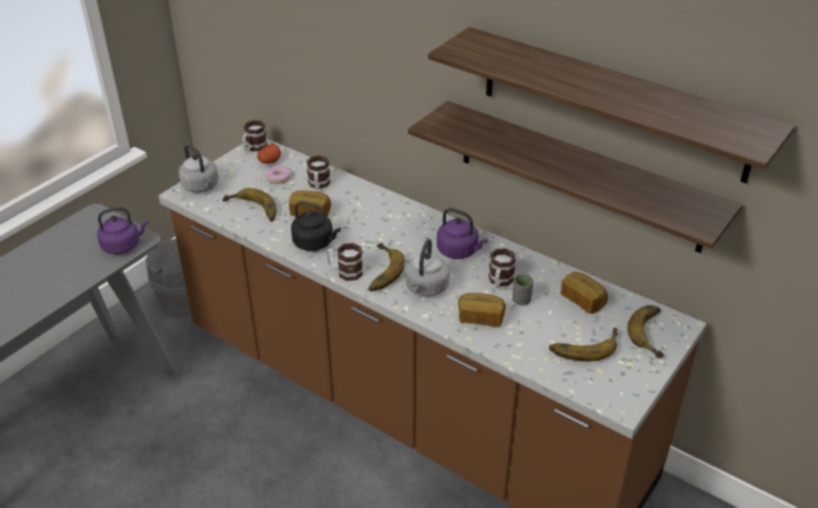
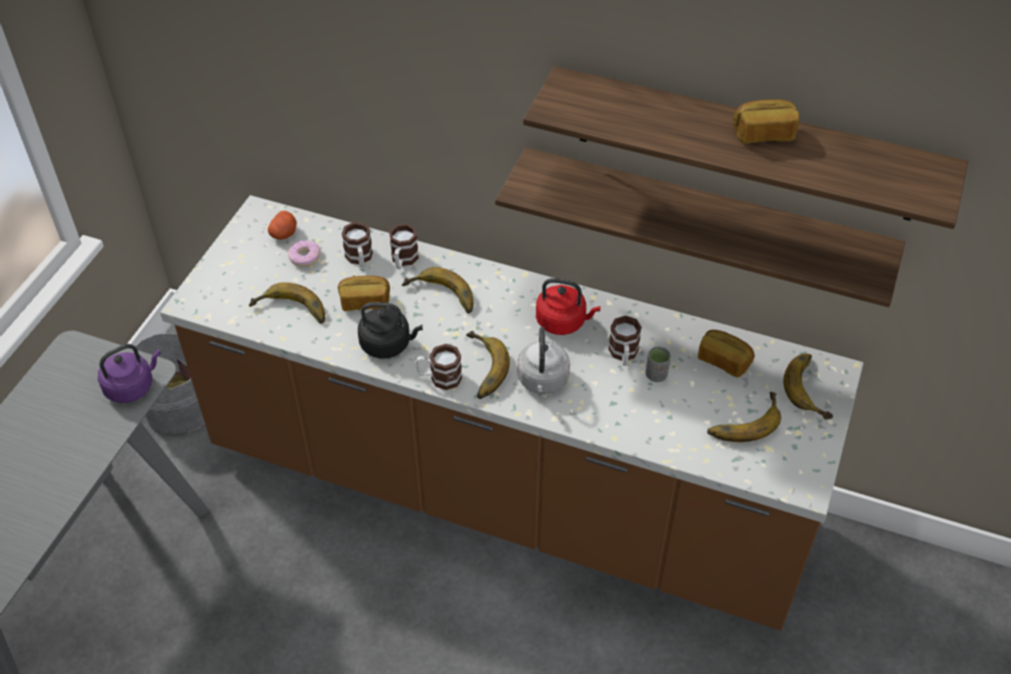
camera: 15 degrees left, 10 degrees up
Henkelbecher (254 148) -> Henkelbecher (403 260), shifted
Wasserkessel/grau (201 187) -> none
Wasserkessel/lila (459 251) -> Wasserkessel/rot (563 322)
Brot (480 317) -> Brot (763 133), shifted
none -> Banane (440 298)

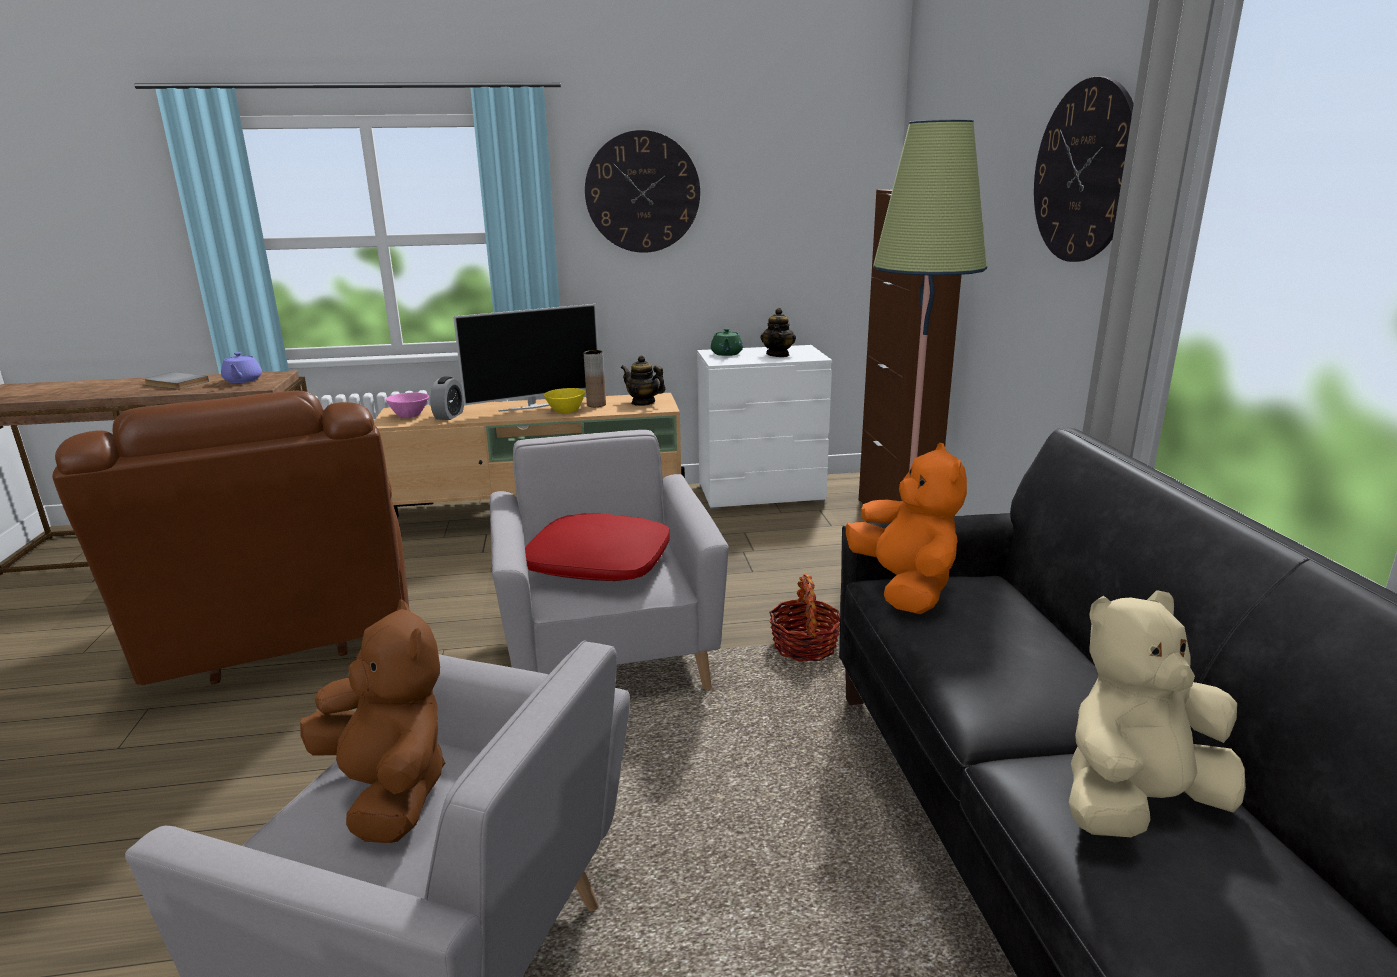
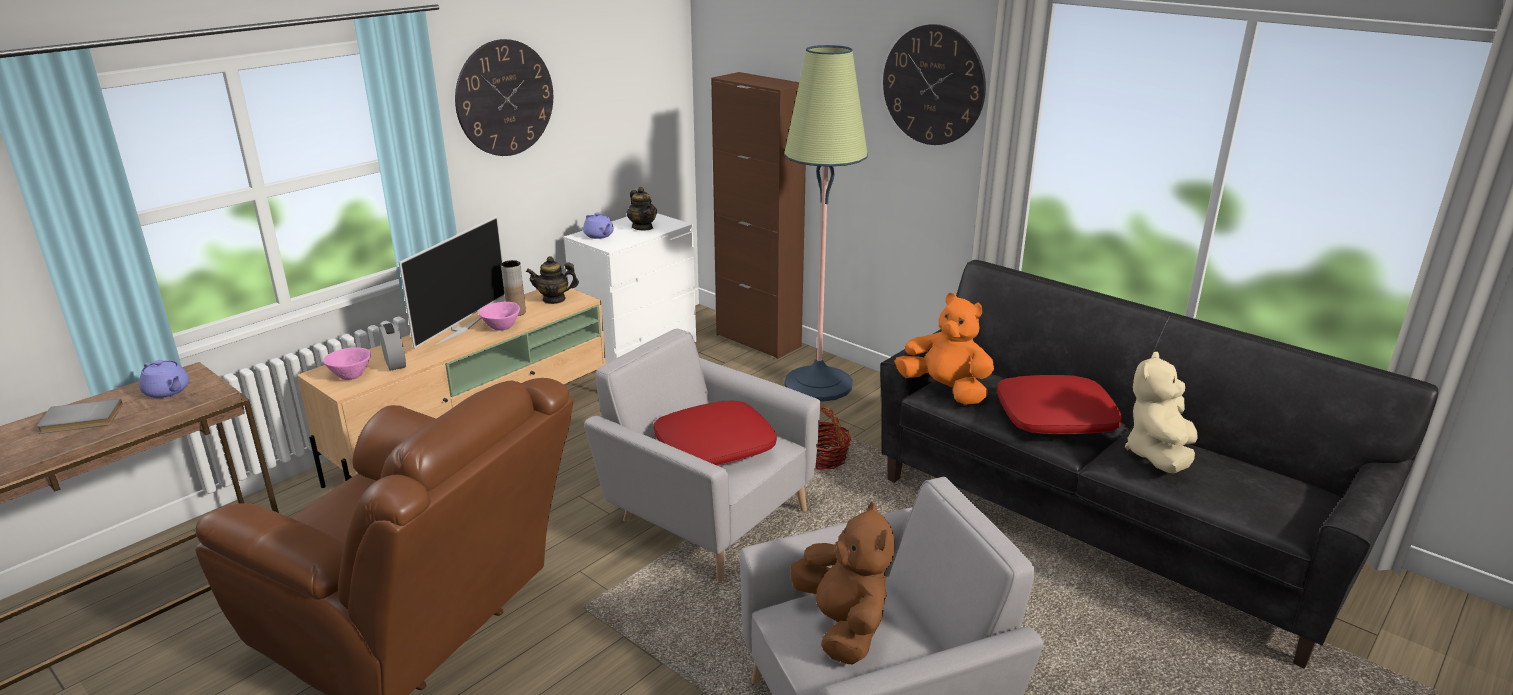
camera: 40 degrees left, 5 degrees up
Teekanne/grün (726 354) -> Teekanne/lila (599 236)
Schüssel/gelb (565 411) -> Schüssel/rosa (500 327)
Plüschtier/braun (389 791) -> Plüschtier/braun (843 626), 60 degrees clockwise
none -> Kissen/rot (1055 417)

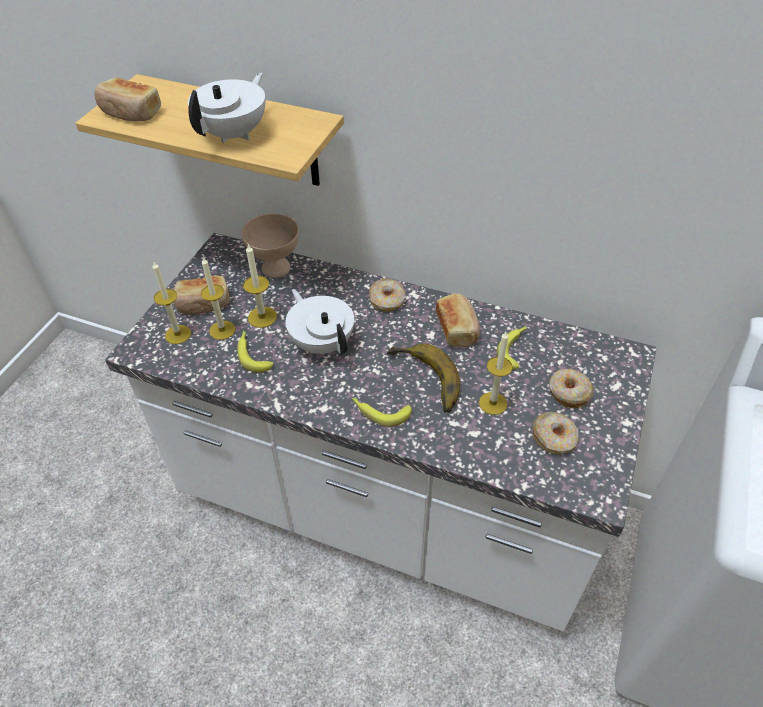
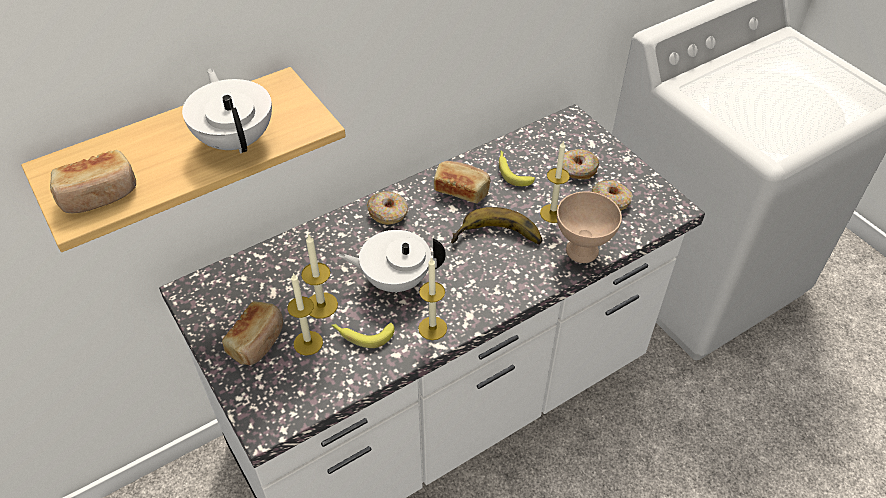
camera: 55 degrees left, 0 degrees up
Schüssel/beige (276 267) -> Schüssel/beige (581 250), shifted
Kerze (178 334) -> Kerze (432 328), shifted
Banane (379 412) -> none

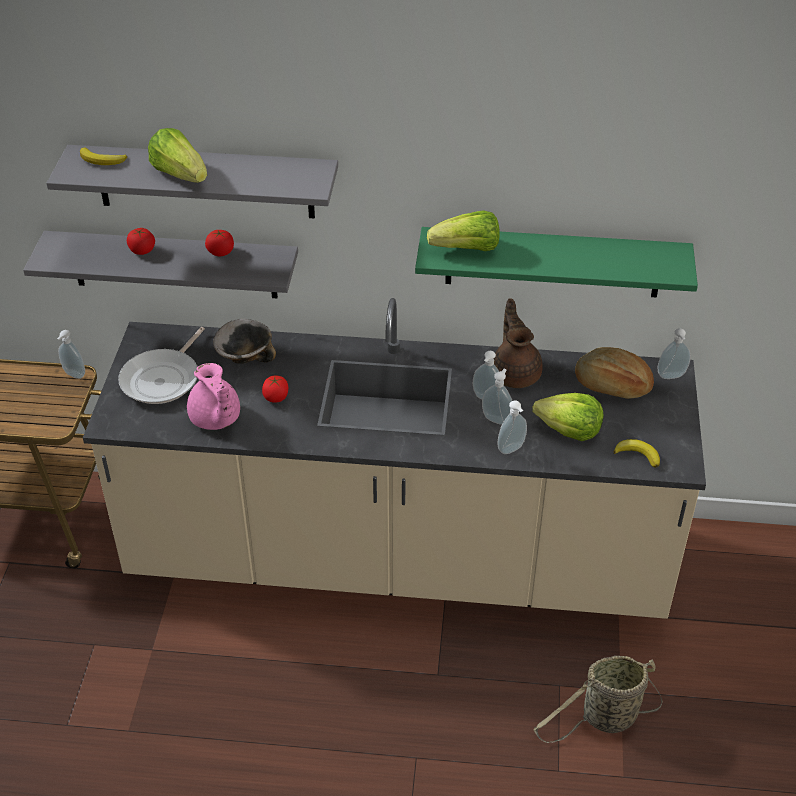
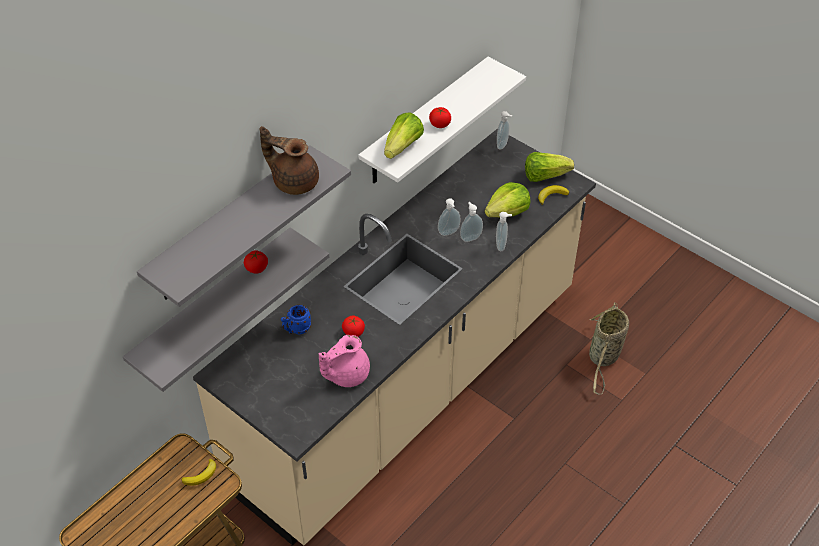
camera: 55 degrees left, 5 degrees up
Salatkopf (180 174) -> Salatkopf (545 176), shifted
Banane (102 160) -> Banane (201 475), shifted
Wandregal/grün (553 262) -> Wandregal/weiß (425 122)
Tomate (142 250) -> Tomate (440 124), shifted
Teekanne/braun (515 373) -> Teekanne/braun (294 181), shifted
Schüssel (244 356) -> Henkelbecher/blau (296 329)
Pfanne (163 379) -> none
Seifenspender (73 375) -> none
Brot (612 386) -> none
Teekanne/rosa (215 419) -> Teekanne/rosa (346 374), 135 degrees clockwise

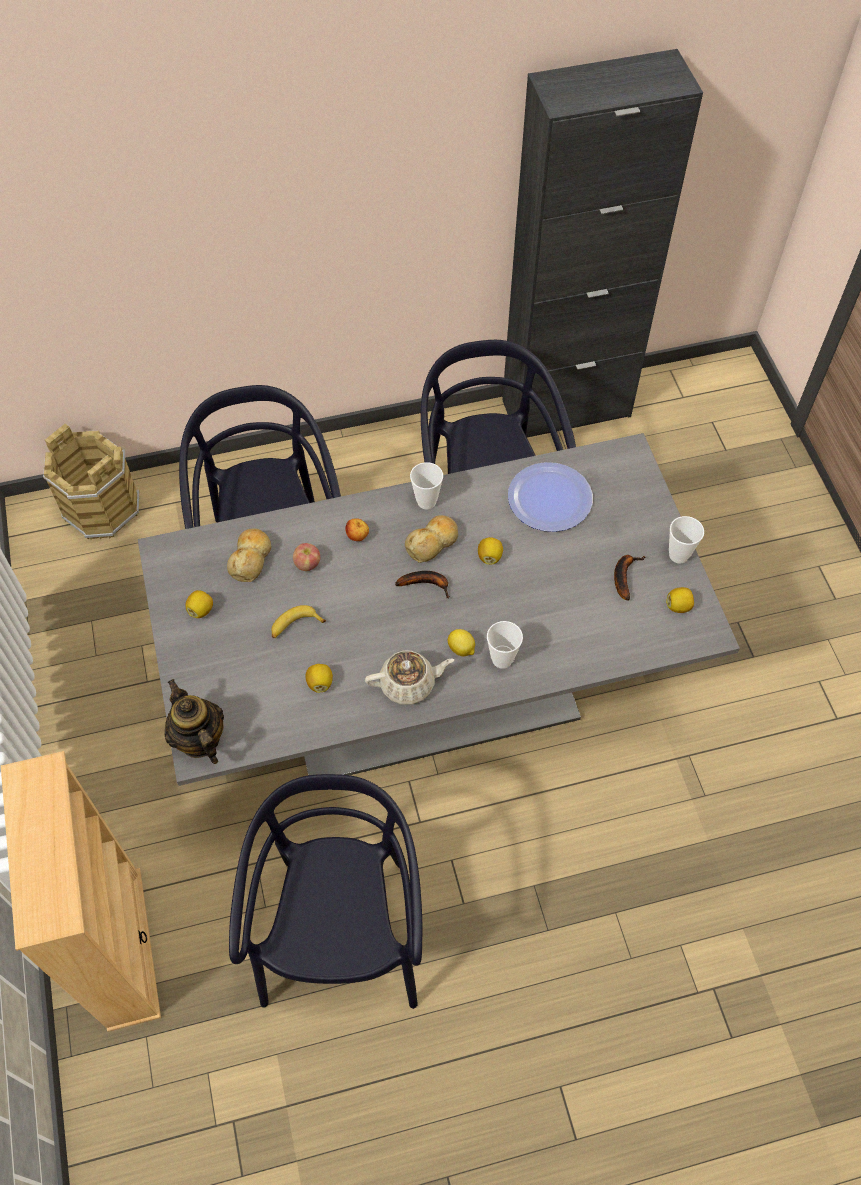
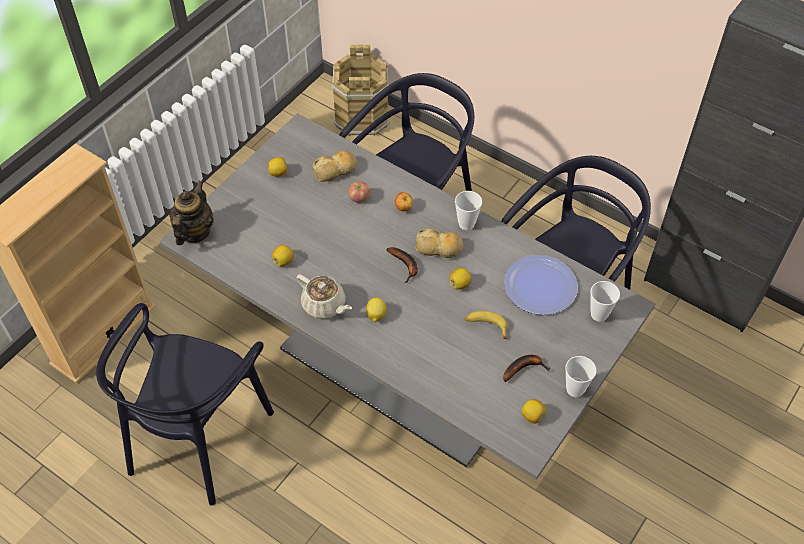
camera: 50 degrees right, 5 degrees down
Banane (295 626) -> Banane (486 326), shifted
Tasse (502 659) -> Tasse (599 314), shifted
Stuhl/schwarz (342 935) -> Stuhl/schwarz (198 438), 150 degrees clockwise

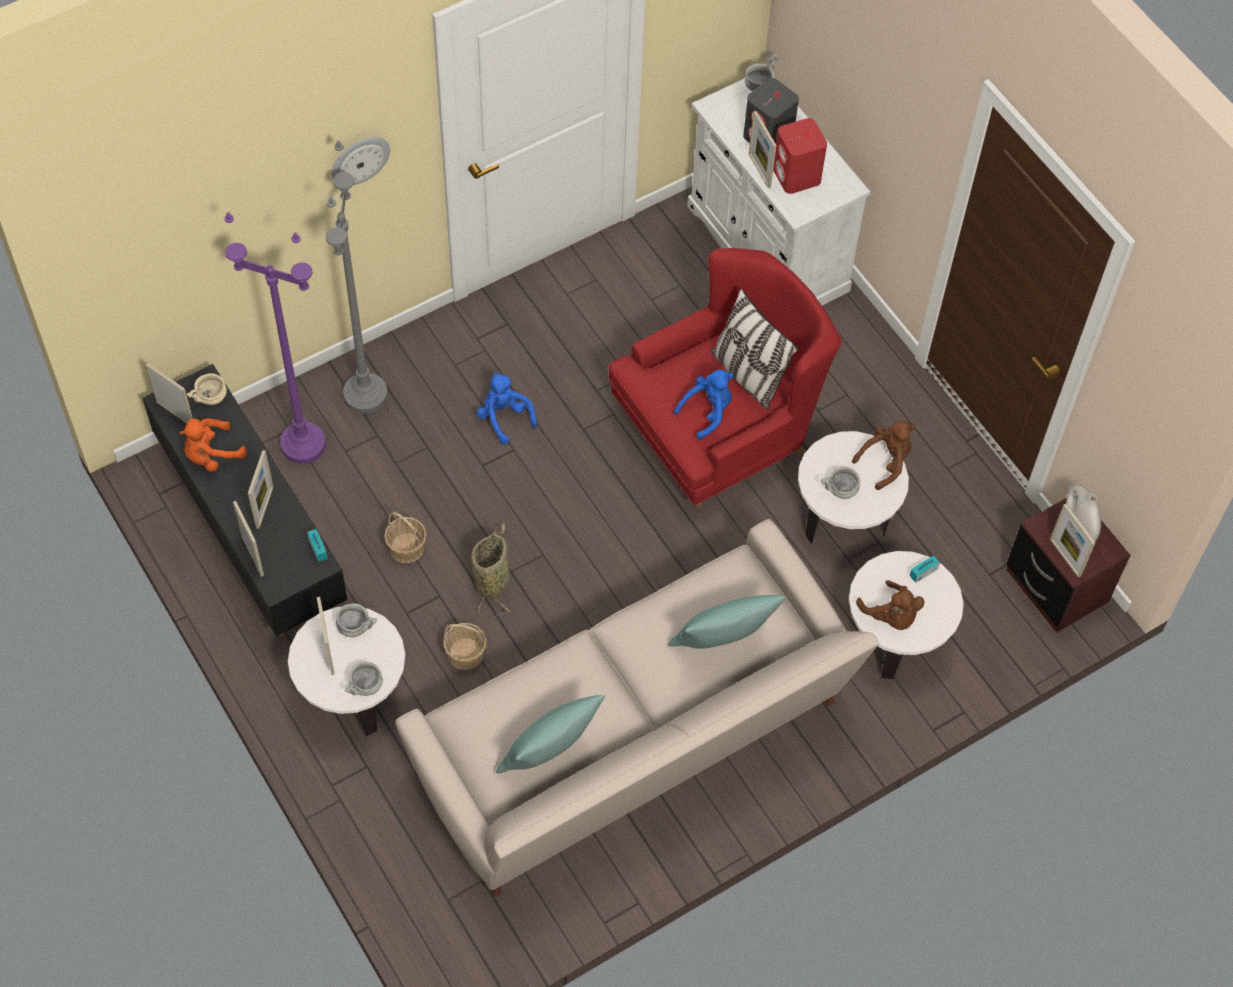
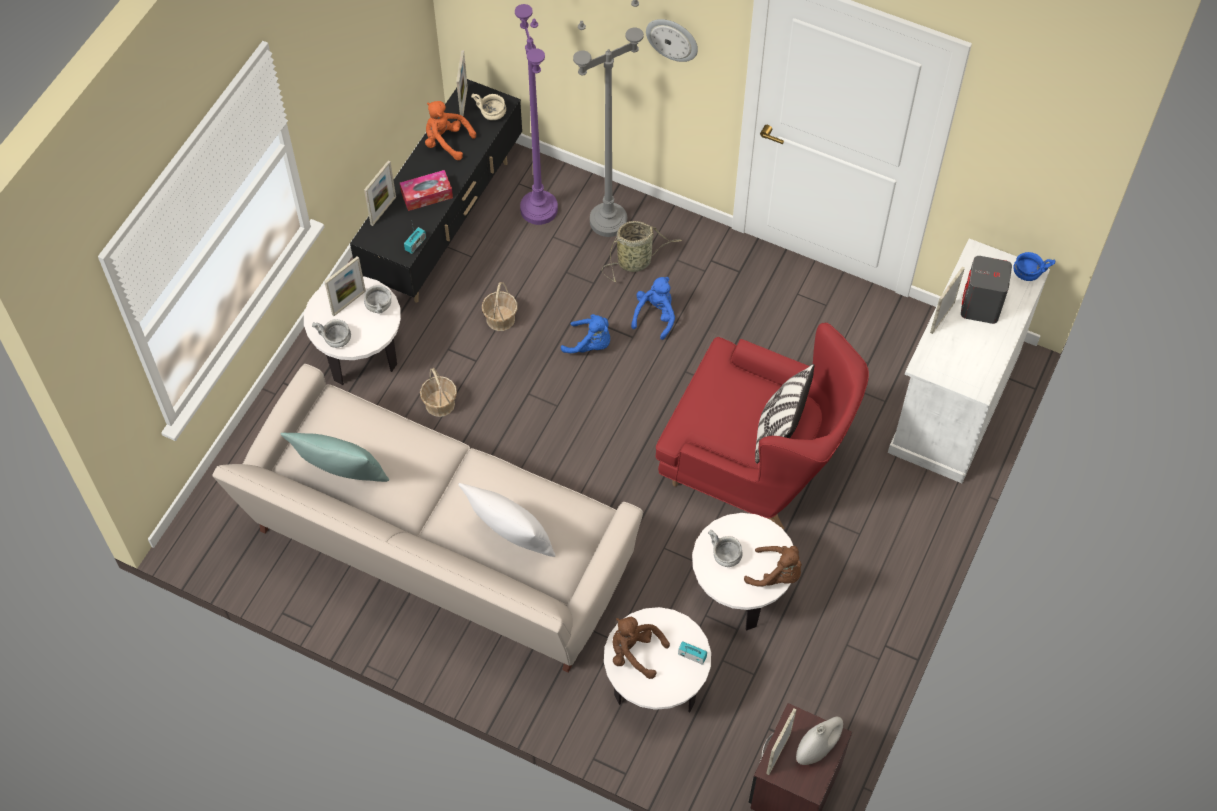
camera: 60 degrees right, 0 degrees up
Schüssel/grau (759 85) -> Schüssel/blau (1027 273)
Lautsprecher/rot (797 176) -> none
Plüschtier/blau (707 412) -> Plüschtier/blau (590 344), shifted
Bilderrahmen (264 507) -> Taschentuchbox (427 195)
Korb (492 579) -> Korb (636 261), shifted
Plüschtier/braun (891 616) -> Plüschtier/braun (635 652), 90 degrees clockwise
Kissen/türkis (723 644) -> Kissen/weiß (510 539)

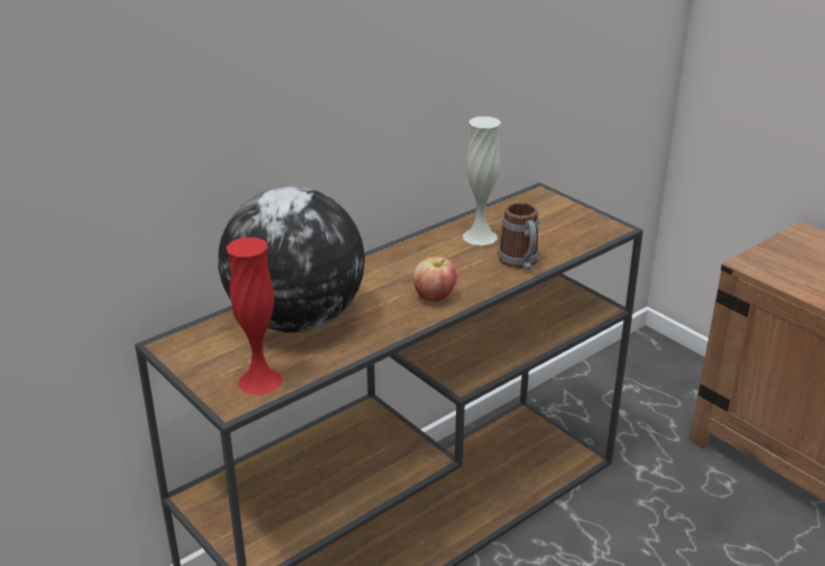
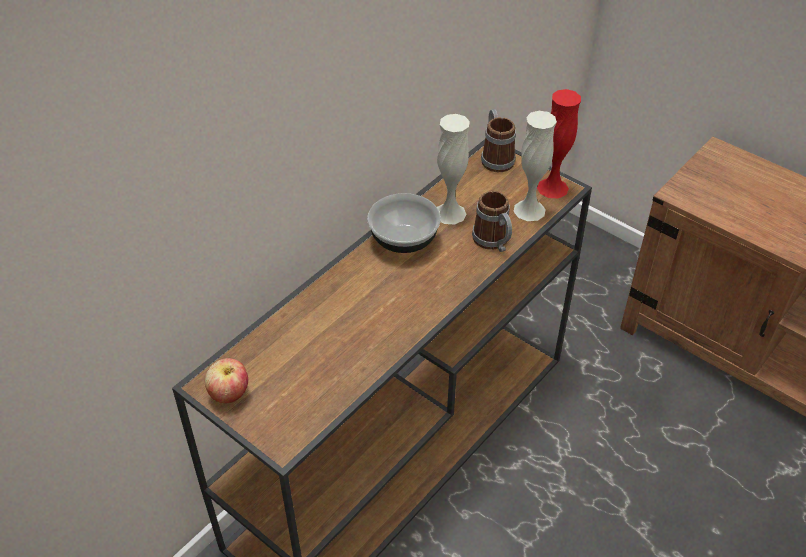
camera: 10 degrees left, 15 degrees up
Globus (296 320) -> none
Vase/rot (260 381) -> Vase/rot (552 188), shifted
Apfel (434 297) -> Apfel (229 394), shifted
none -> Henkelbecher (495 157)
none -> Vase/weiß (529 210)
none -> Schüssel (405 240)

